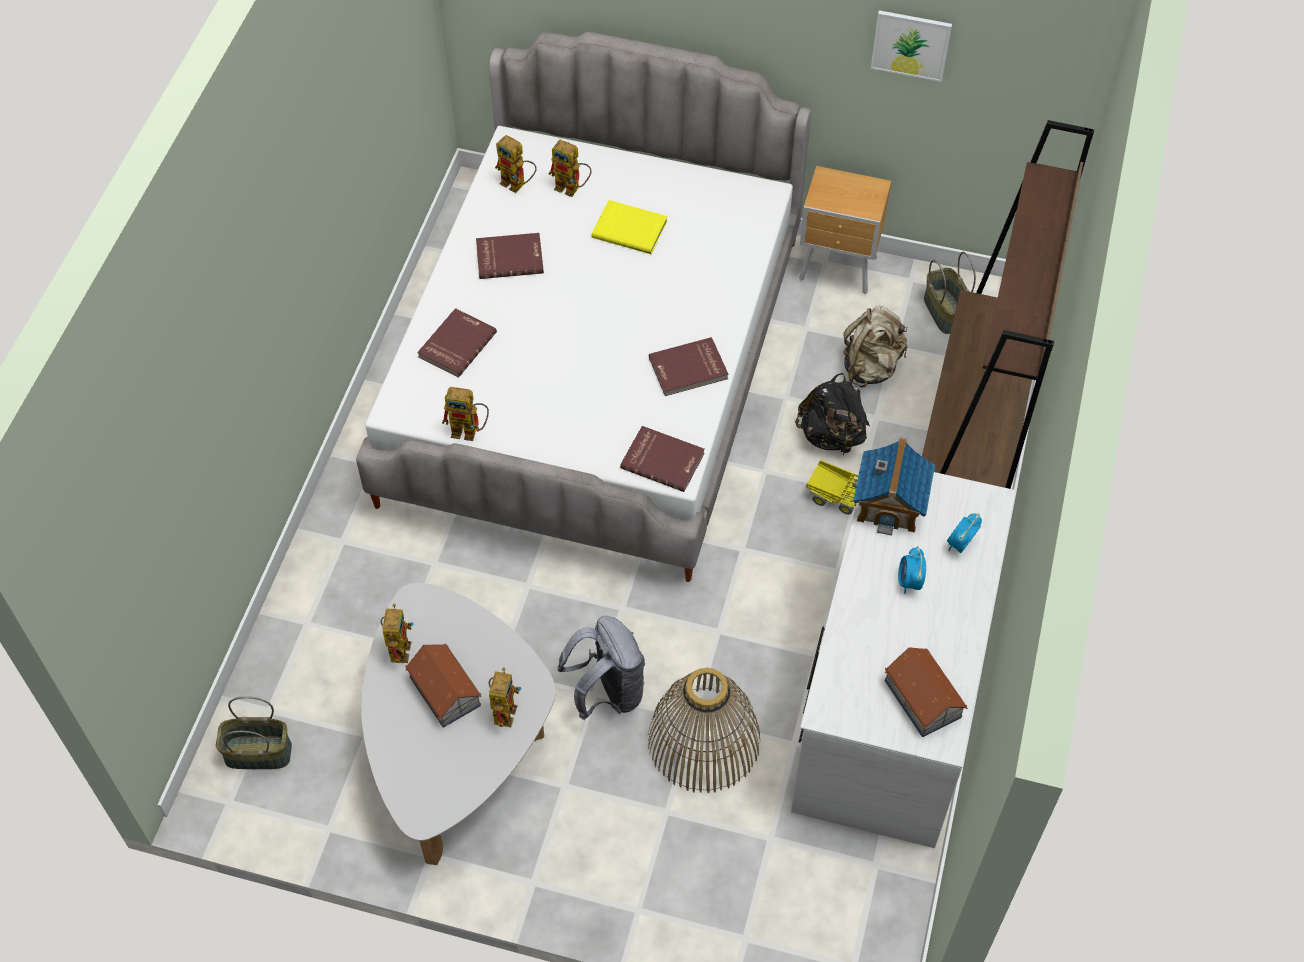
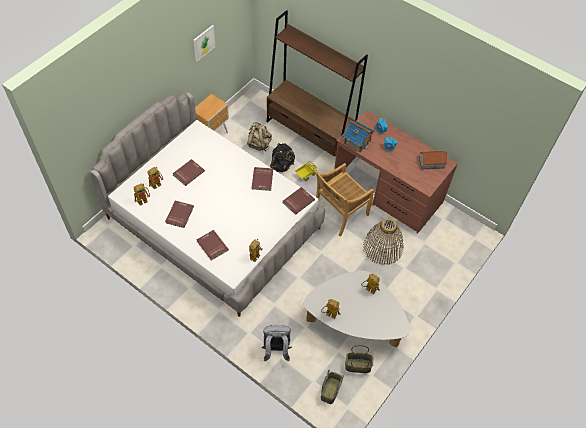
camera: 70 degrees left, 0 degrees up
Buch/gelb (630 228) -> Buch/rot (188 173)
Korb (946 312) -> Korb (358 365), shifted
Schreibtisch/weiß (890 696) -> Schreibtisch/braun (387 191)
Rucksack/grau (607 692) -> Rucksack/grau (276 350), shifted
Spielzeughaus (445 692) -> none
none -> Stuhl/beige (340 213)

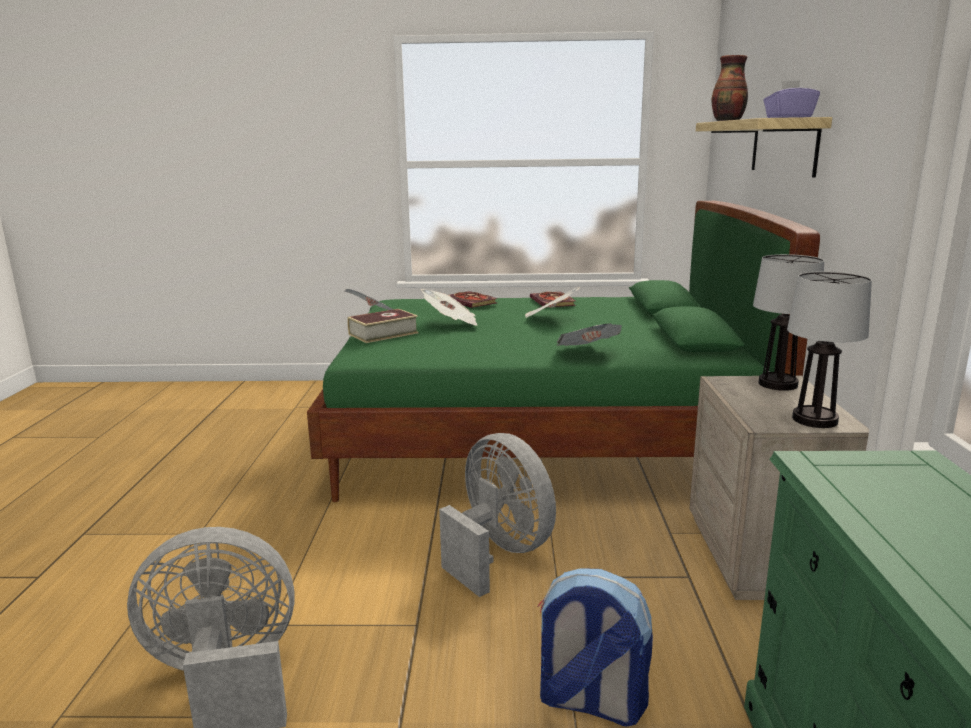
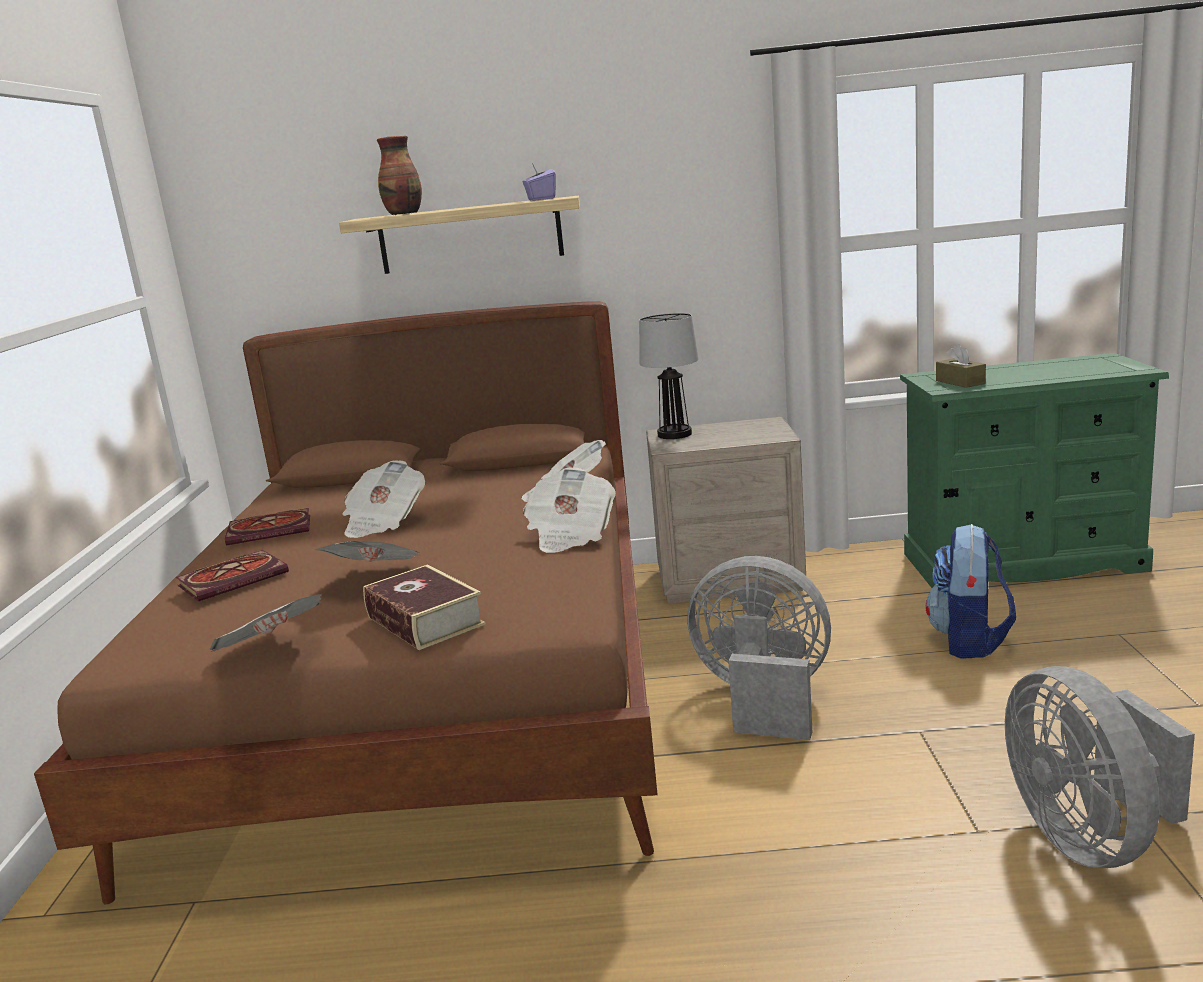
camera: 90 degrees left, 0 degrees up
Bett/grün (540 437) -> Bett/braun (434 696)
Tischlampe (815 420) -> none
Ventilator/grau (498 553) -> Ventilator/grau (763 699), 60 degrees clockwise
none -> Taschentuchbox/braun (960 382)
none -> Zeitung (570 535)

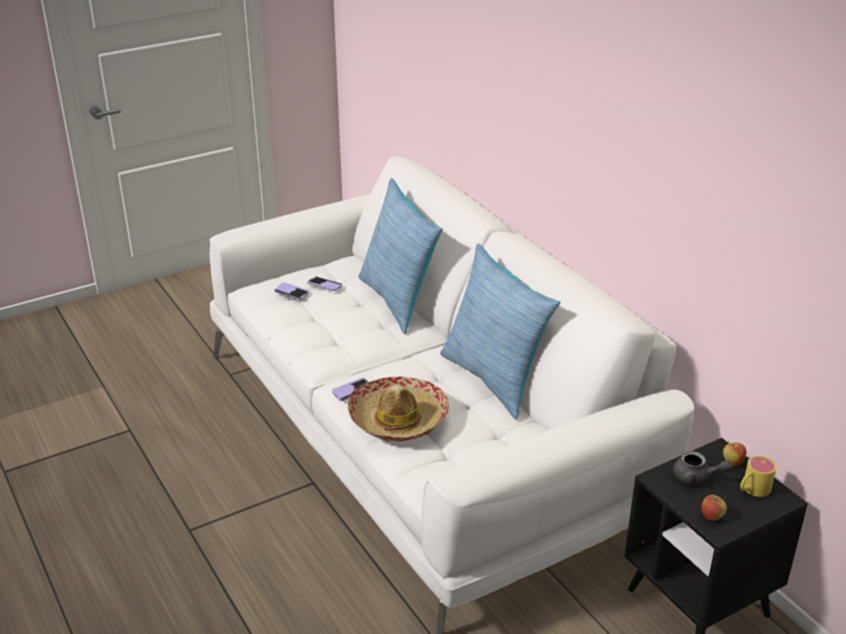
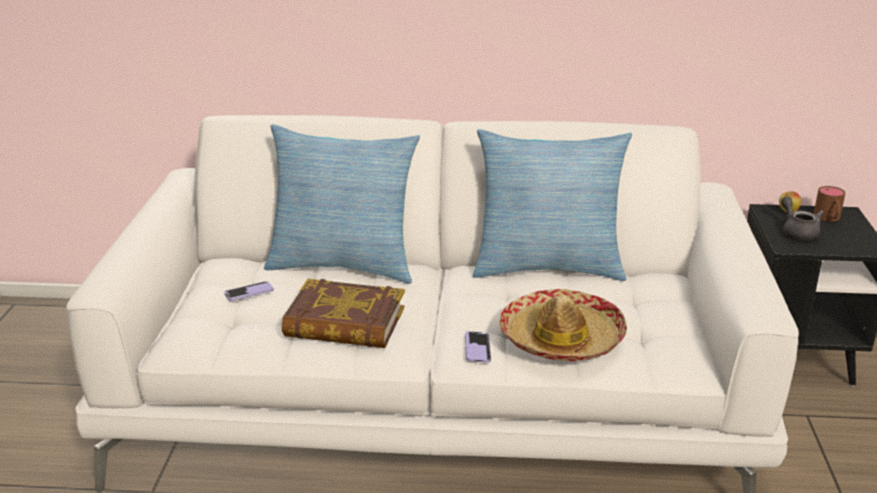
camera: 55 degrees left, 5 degrees down
Handy (292 292) -> none
Teekanne/grau (696 478) -> Teekanne/grau (798 232), 75 degrees counterclockwise
Henkelbecher/gelb (752 490) -> Henkelbecher/braun (828 218)
Apfel (712 517) -> none
none -> Buch (344 323)

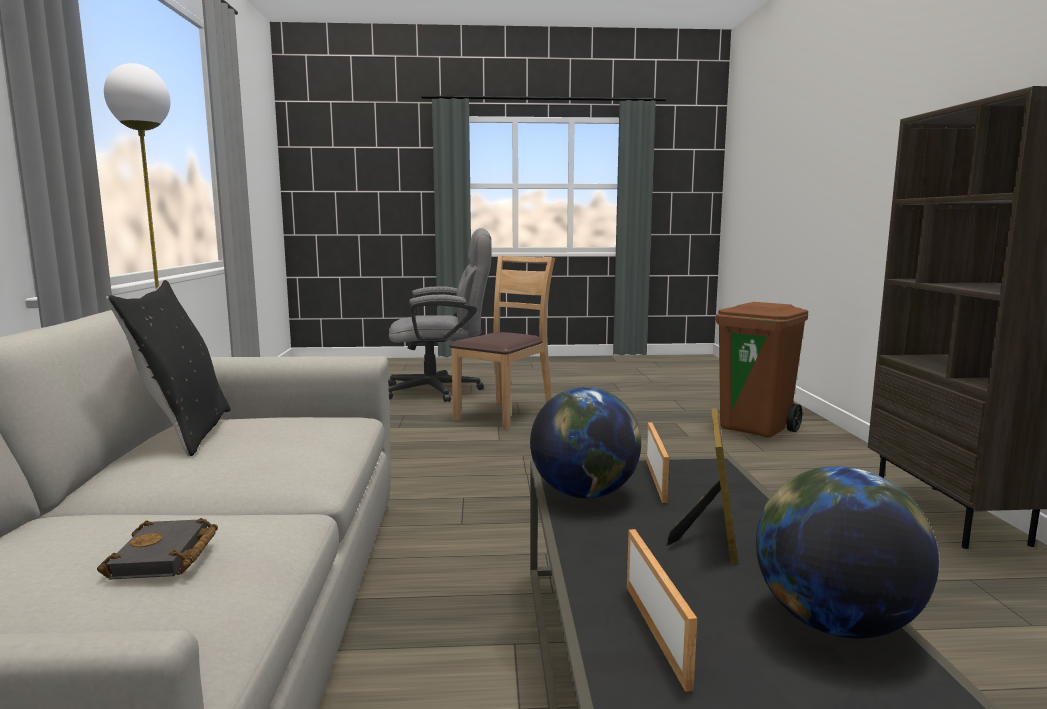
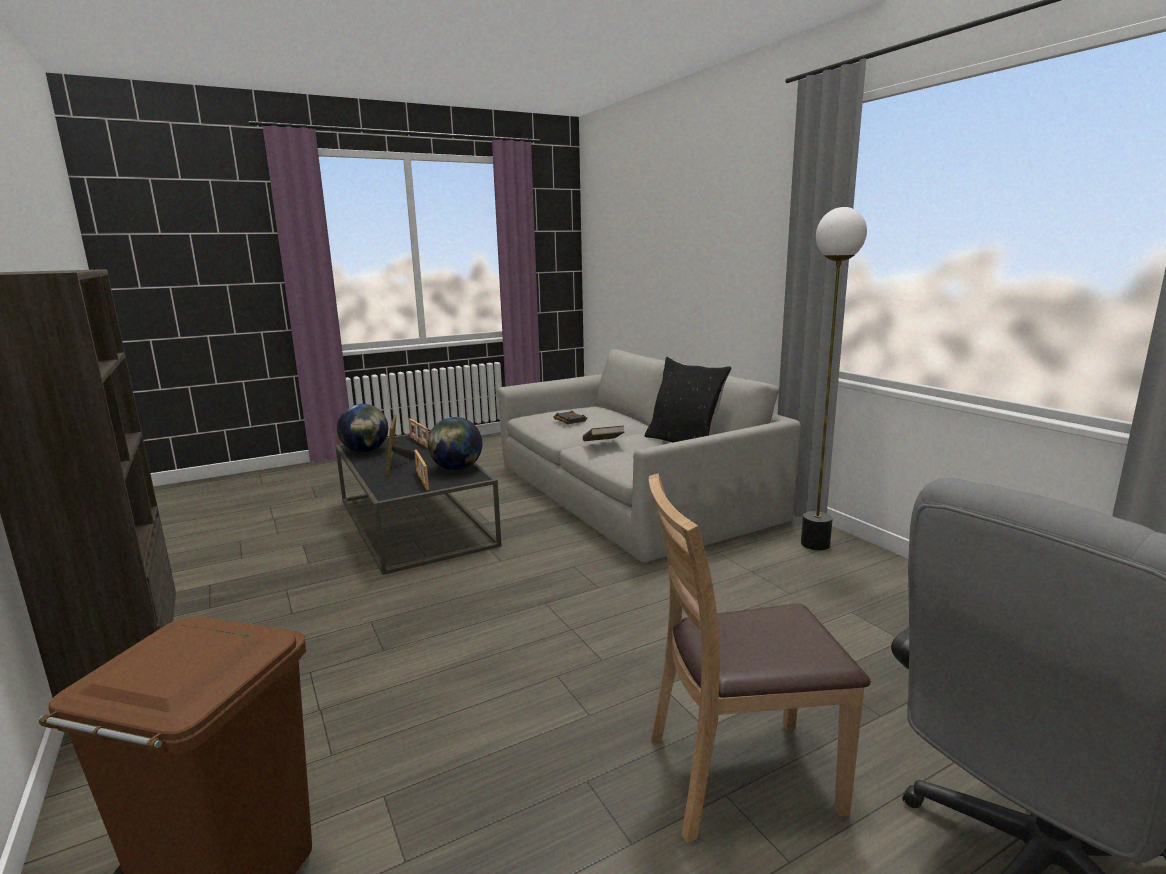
camera: 155 degrees right, 5 degrees up
Stuhl/braun (504 415) -> Stuhl/braun (740 775), 75 degrees clockwise
none -> Buch/braun (603 444)

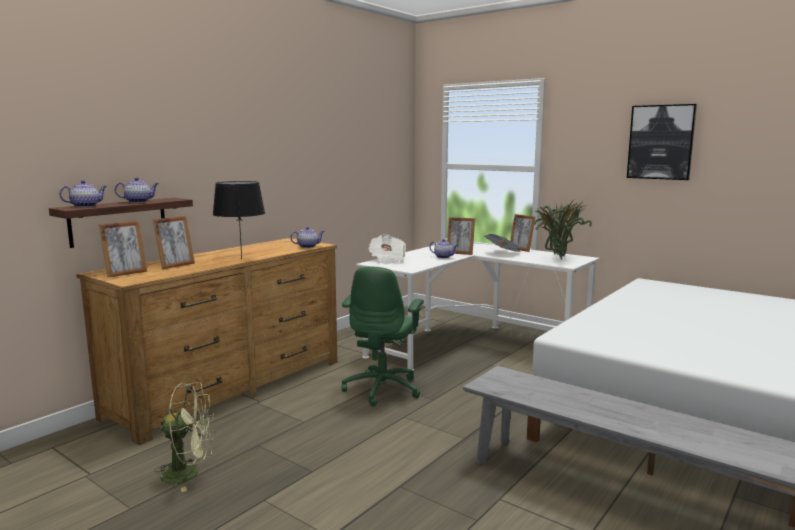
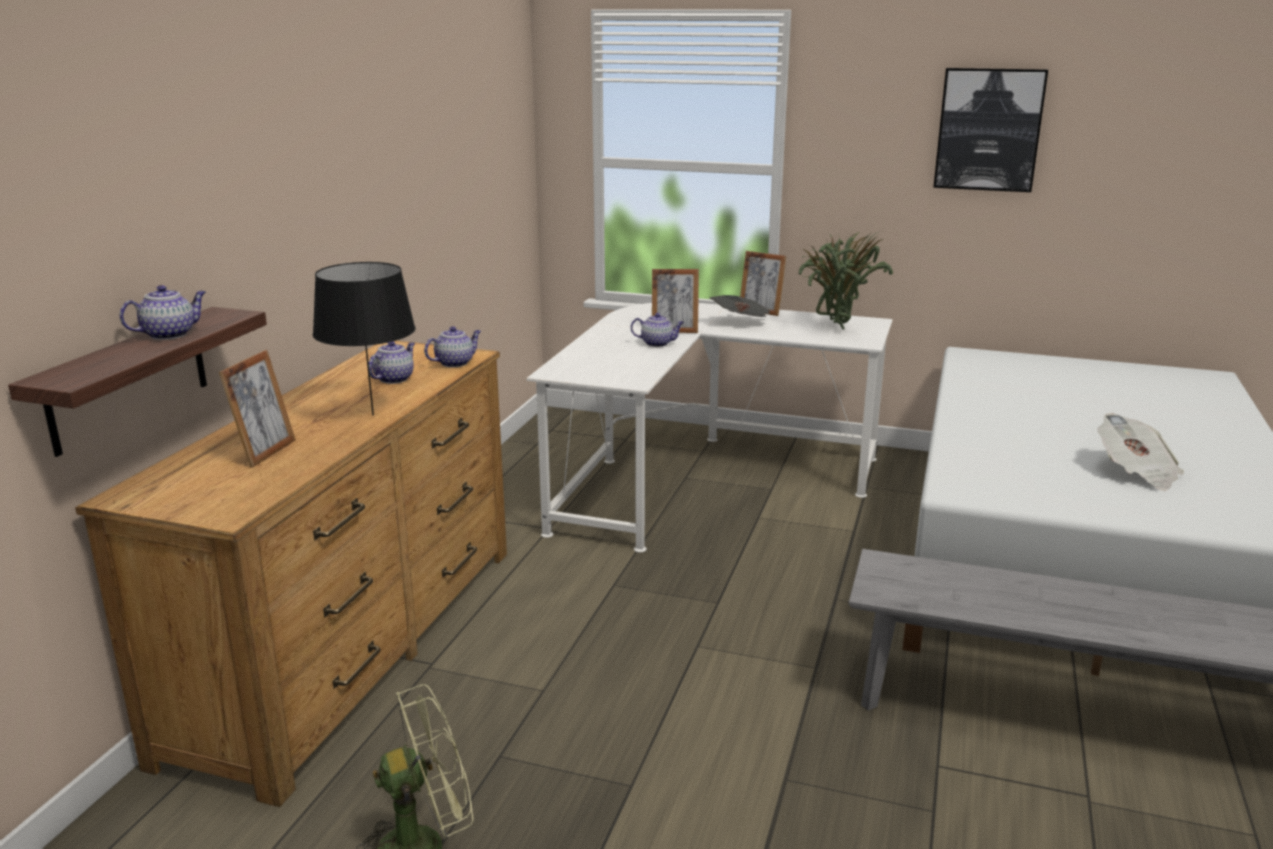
camera: 20 degrees left, 10 degrees up
Teekanne (86 206) -> Teekanne (394 379), shifted
Bilderrahmen (126 273) -> none
Zeitung (387 260) -> Zeitung (1136 473), shifted
Bürostuhl/grün (383 389) -> none

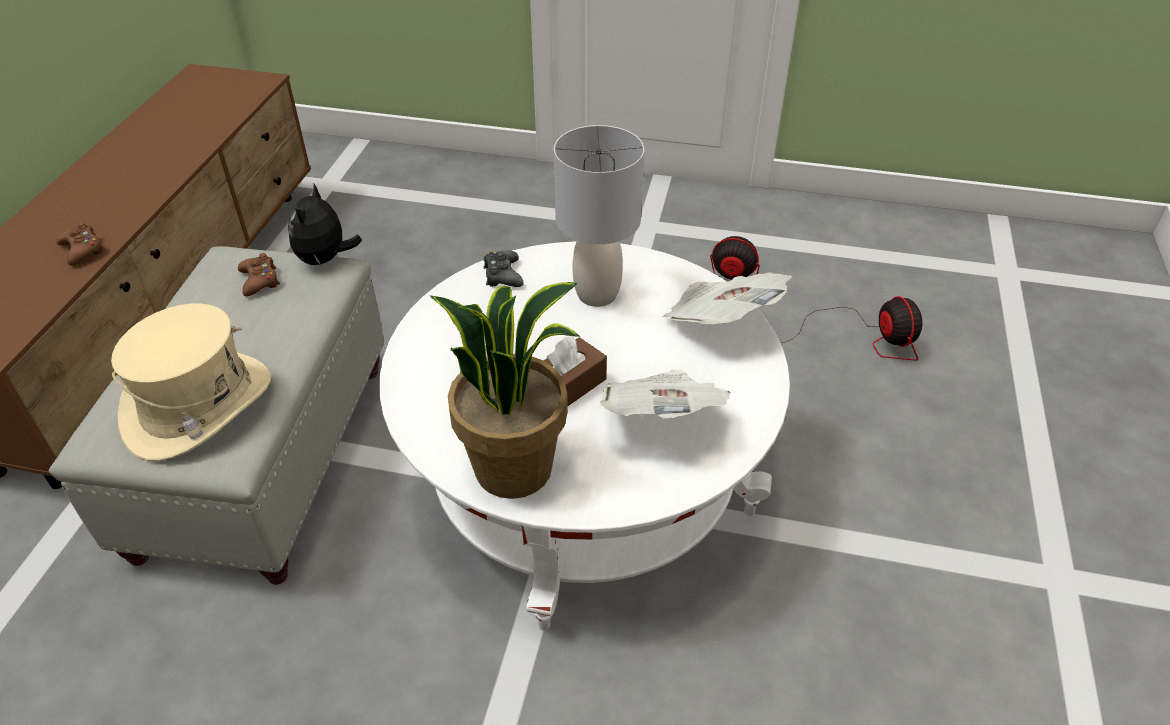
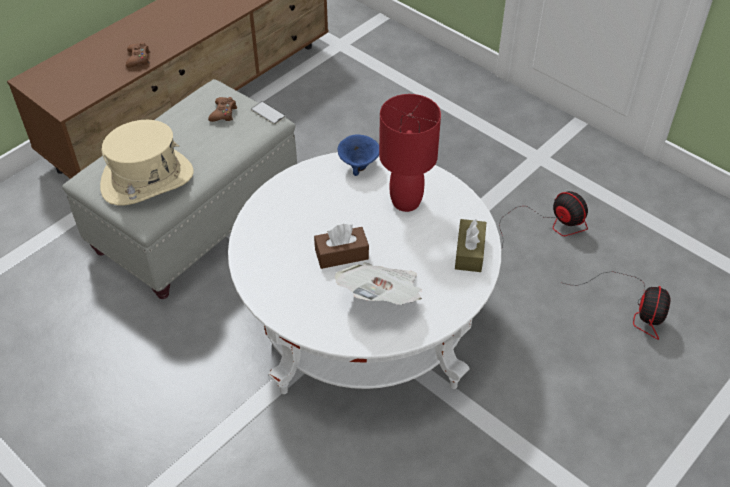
camera: 30 degrees right, 5 degrees up
Tischlampe/grau (597 294) -> Tischlampe/rot (406 202)
Plüschtier (325 259) -> Handy (268 113)
Gamepad/schwarz (503 275) -> Schüssel/blau (358 166)
Zeitung (722 321) -> Taschentuchbox/braun (469 252)
Topfpflanze (514 467) -> none

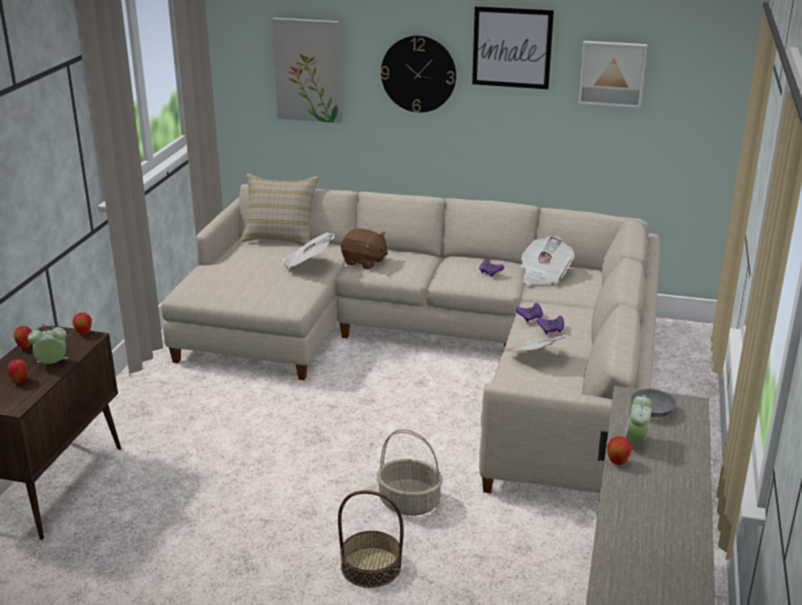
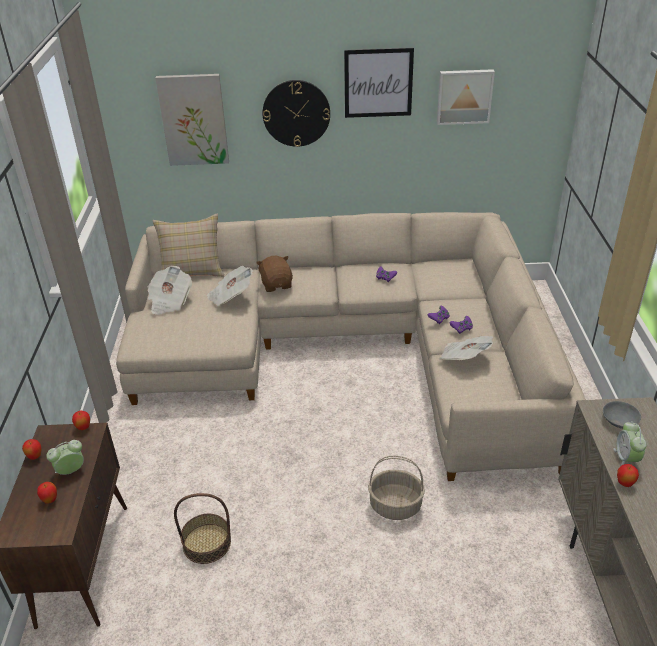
camera: 15 degrees left, 10 degrees up
Plüschtier/braun (364 262) -> Plüschtier/braun (277 284), 120 degrees counterclockwise
Zeitung (543 275) -> Zeitung (169 301), shifted
Korb (371 567) -> Korb (206 543), shifted

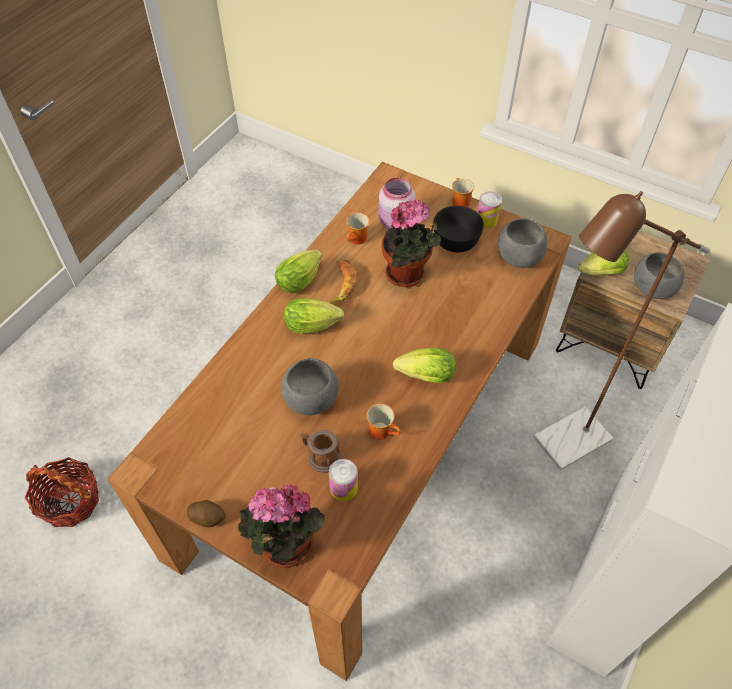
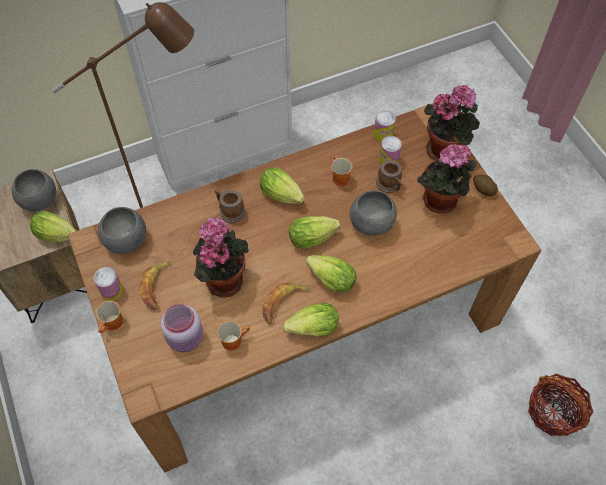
camera: 145 degrees left, 5 degrees up
Schüssel/schwarz (455 240) -> Banane (156 287)
none -> Dose (383 135)
none -> Topfpflanze (439 203)
none -> Henkelbecher (230 211)
none -> Salatkopf (314 237)

